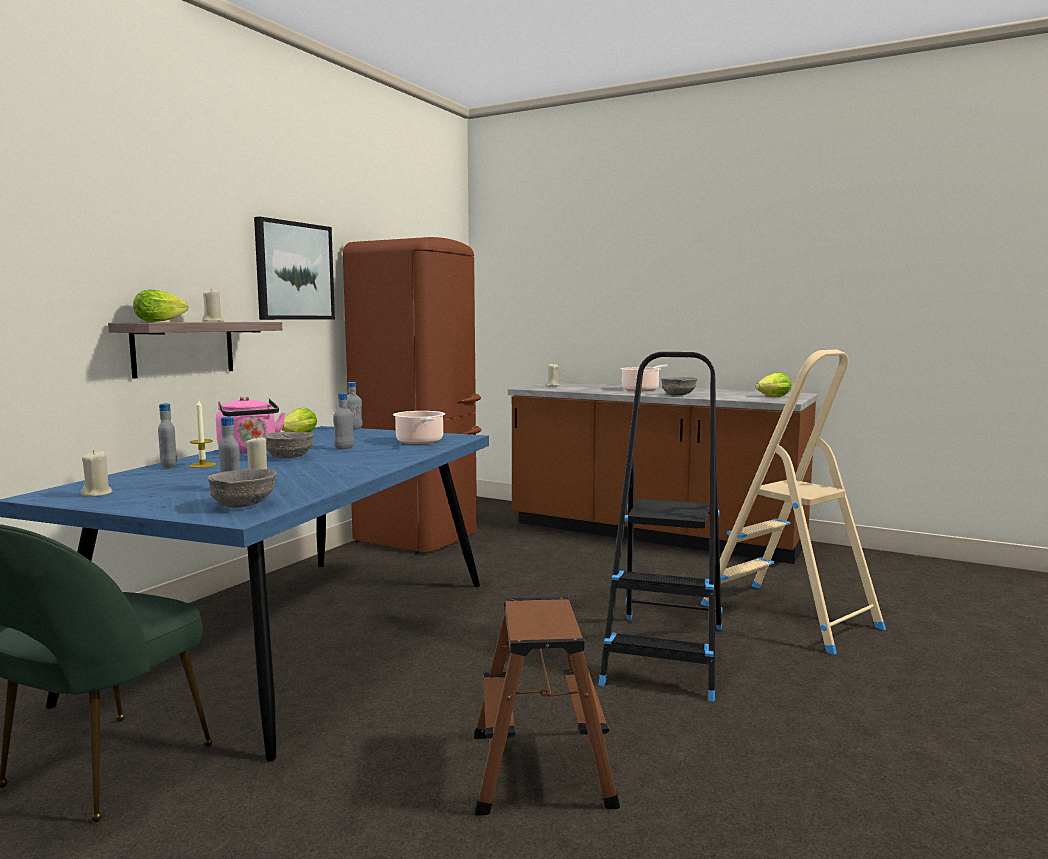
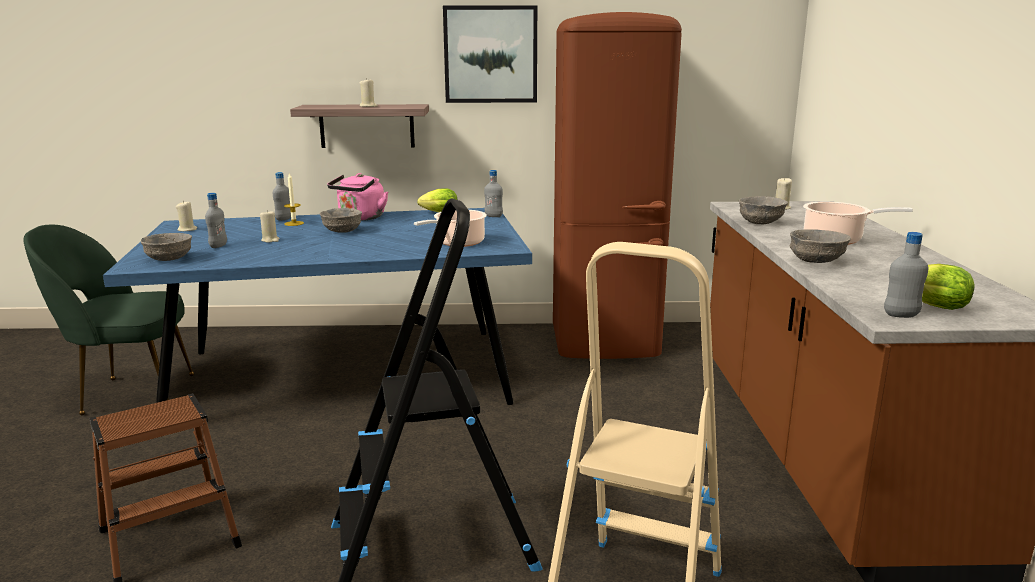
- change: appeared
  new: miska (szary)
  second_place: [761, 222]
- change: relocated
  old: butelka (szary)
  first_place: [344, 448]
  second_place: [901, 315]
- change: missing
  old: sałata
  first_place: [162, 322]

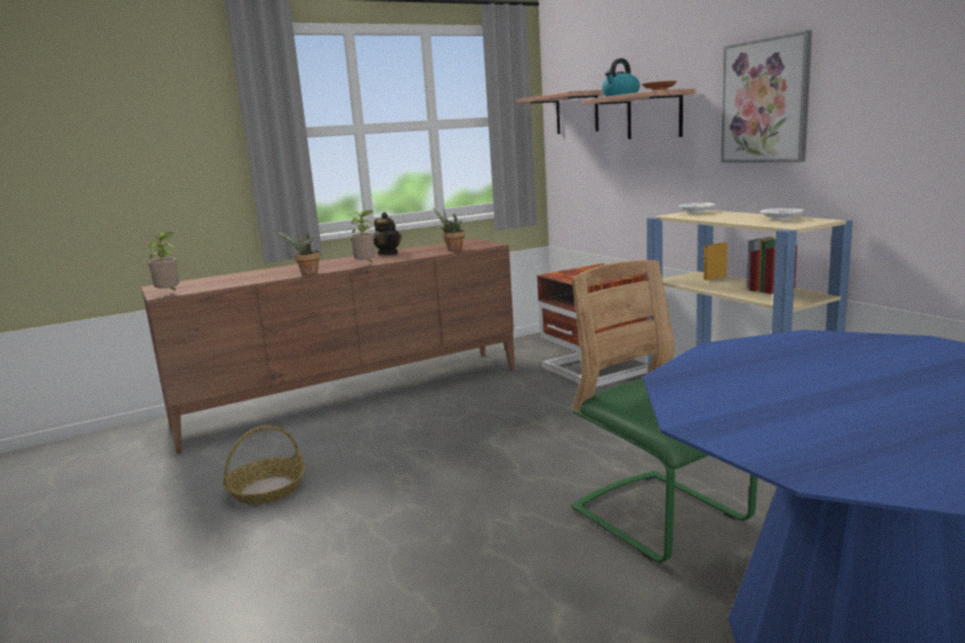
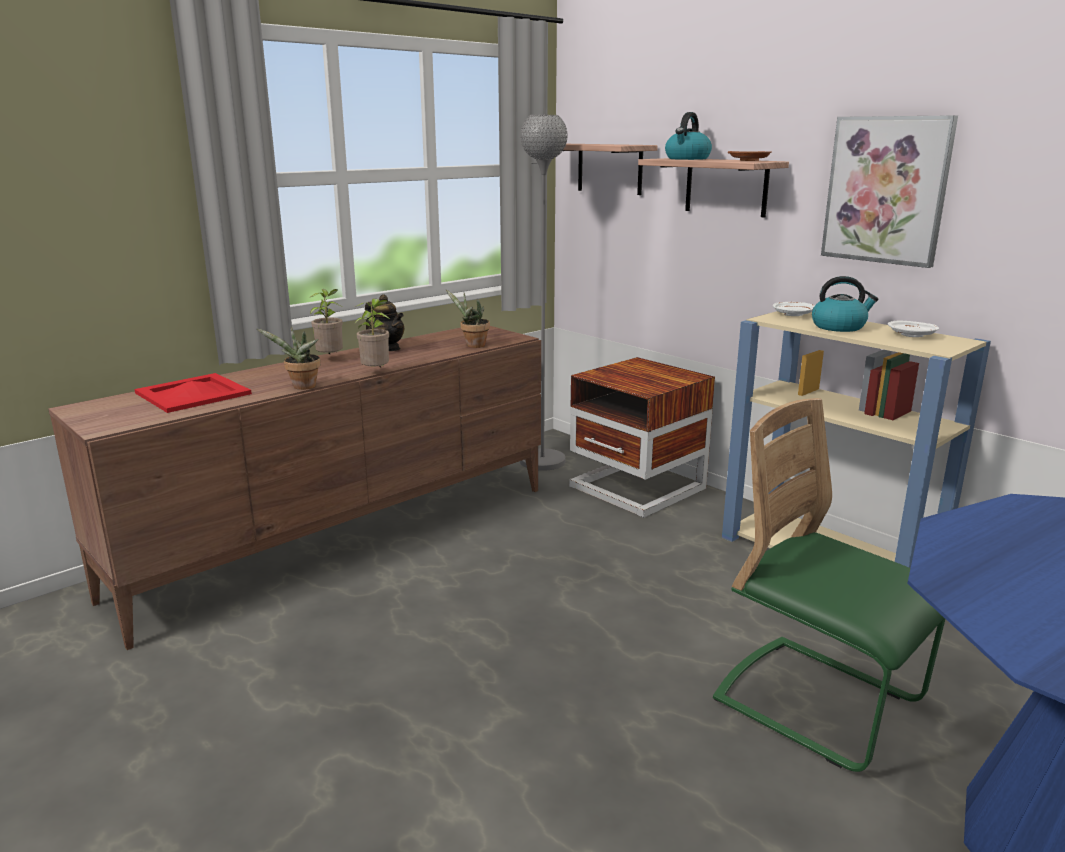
- change: appeared
  new: taca (czerwony)
  second_place: [194, 393]
- change: relocated
  old: roślina doniczkowa
  first_place: [169, 294]
  second_place: [330, 359]
- change: appeared
  new: lampa stojąca (szary)
  second_place: [542, 461]
- change: appeared
  new: czajnik
  second_place: [839, 327]
- change: missing
  old: koszyk
  first_place: [267, 489]

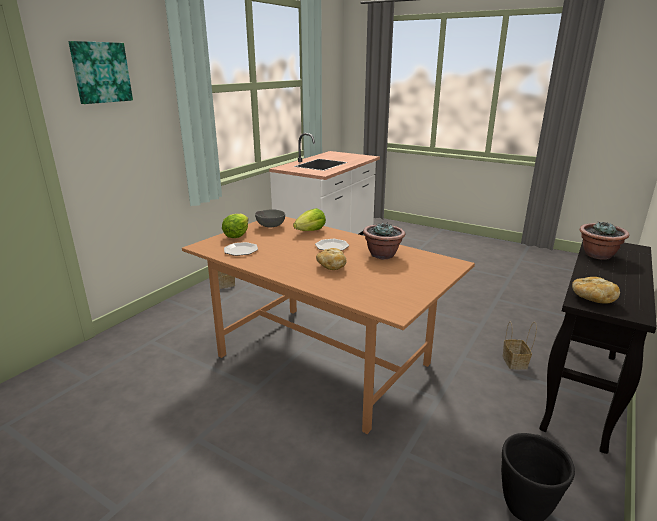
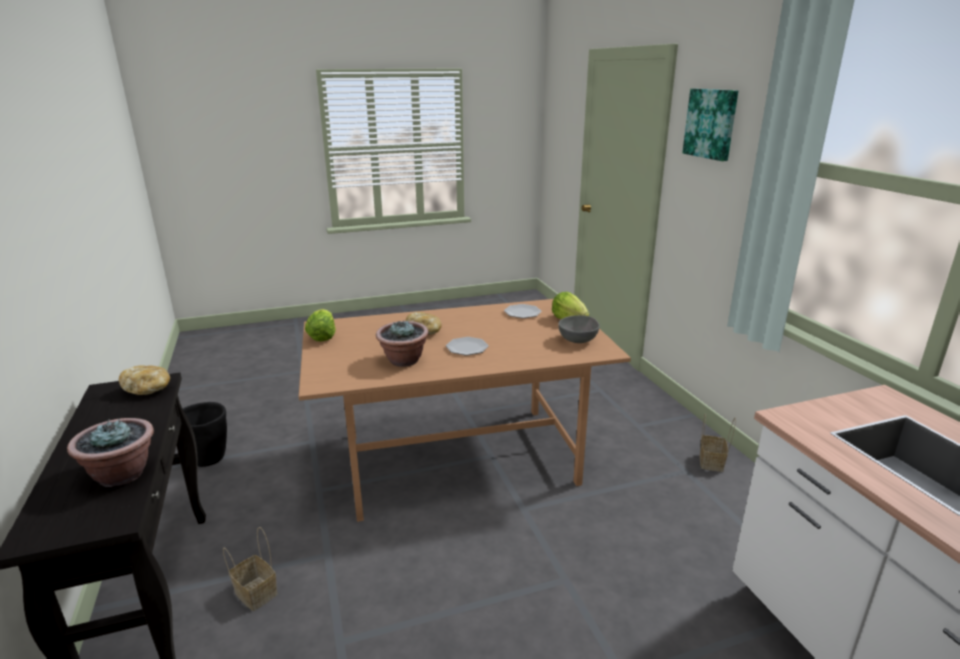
- change: relocated
  old: sałata
  first_place: [311, 231]
  second_place: [322, 337]

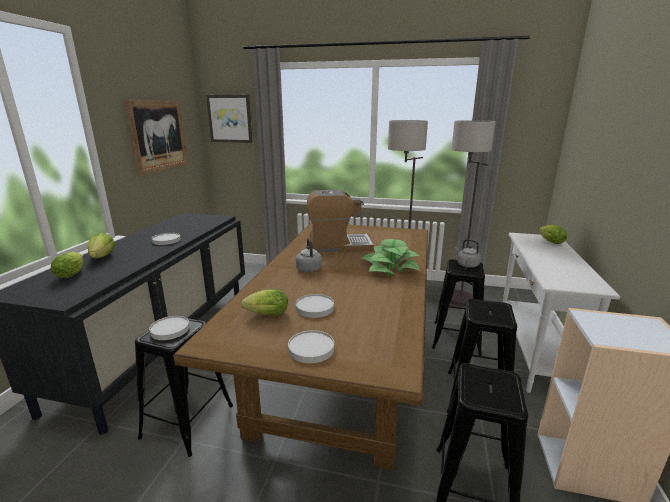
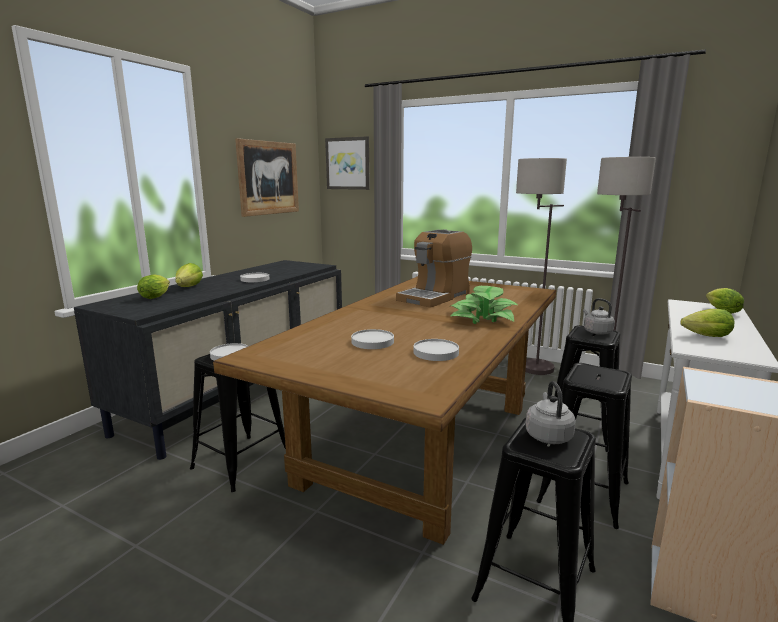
- change: spun
  old: ekspres do kawy
  first_place: [338, 246]
  second_place: [435, 296]
  degrees: 120
- change: relocated
  old: talerz (biały)
  first_place: [311, 348]
  second_place: [436, 352]
- change: relocated
  old: czajnik (szary)
  first_place: [308, 268]
  second_place: [548, 435]
- change: relocated
  old: sałata
  first_place: [265, 315]
  second_place: [703, 336]

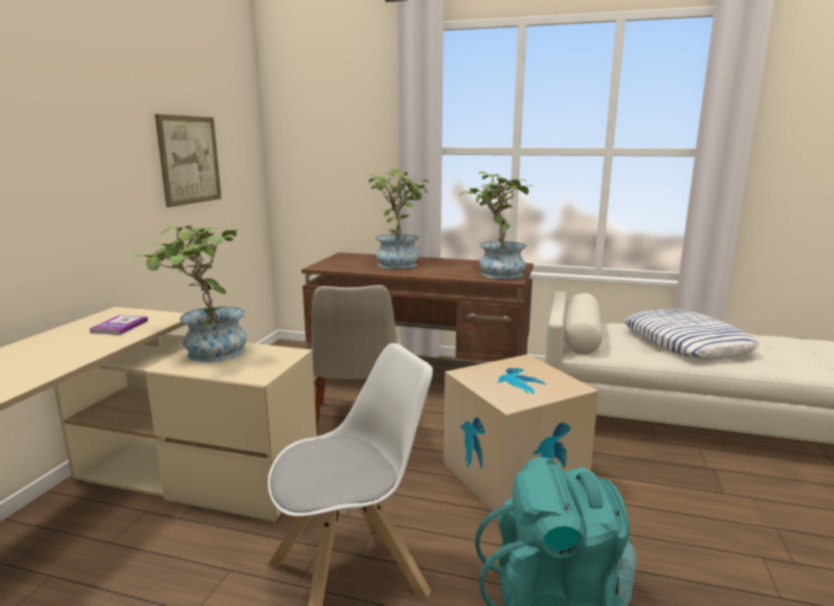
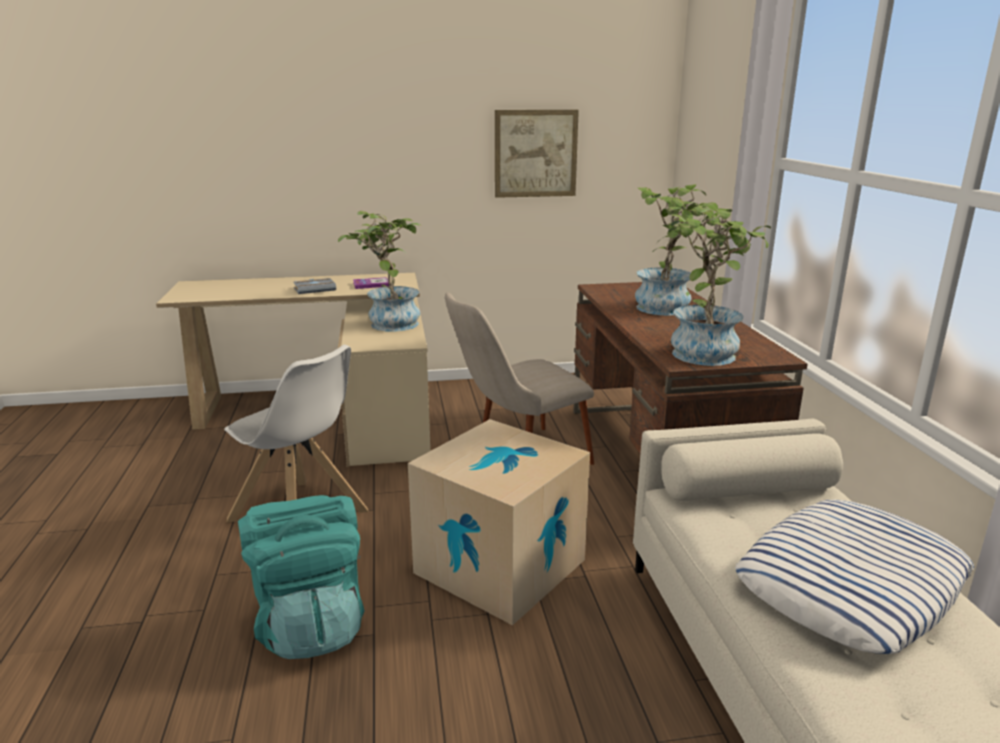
- change: appeared
  new: książka (szary)
  second_place: [315, 289]

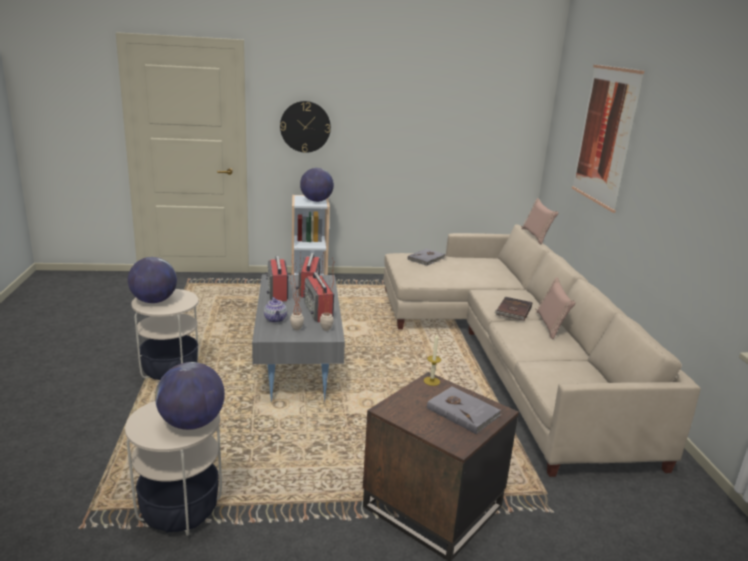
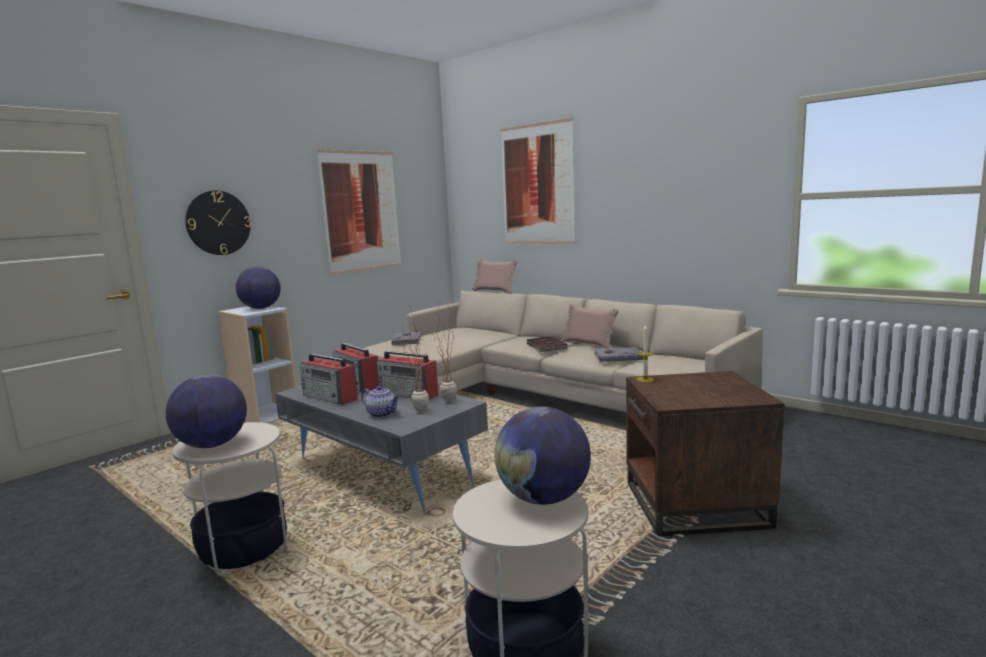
- change: appeared
  new: obraz
  second_place: [361, 211]
- change: relocated
  old: książka (szary)
  first_place: [463, 411]
  second_place: [617, 356]

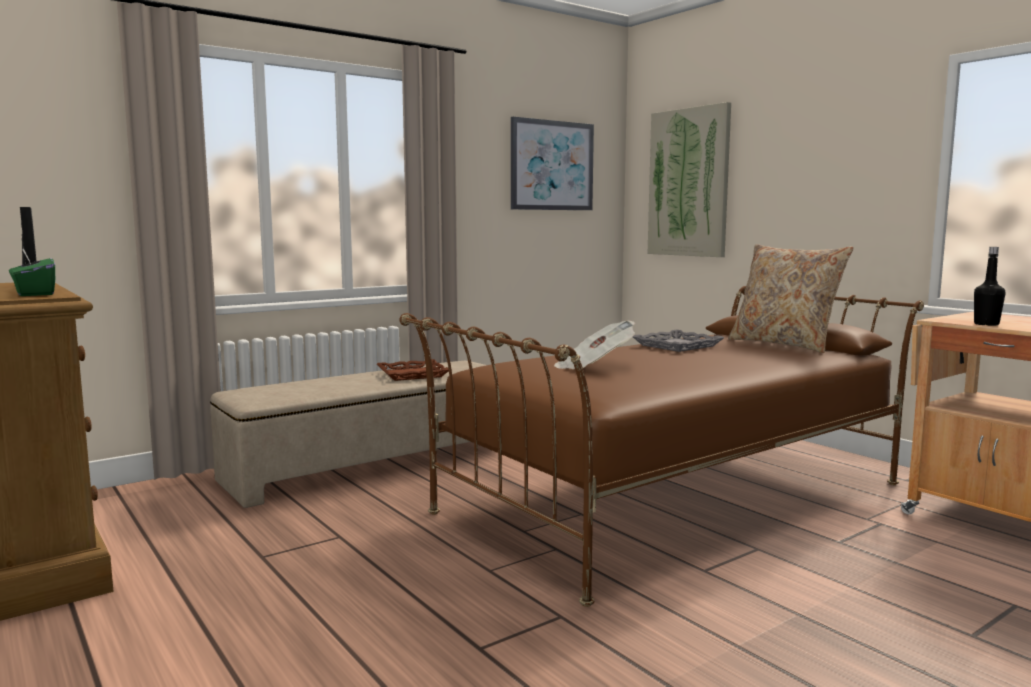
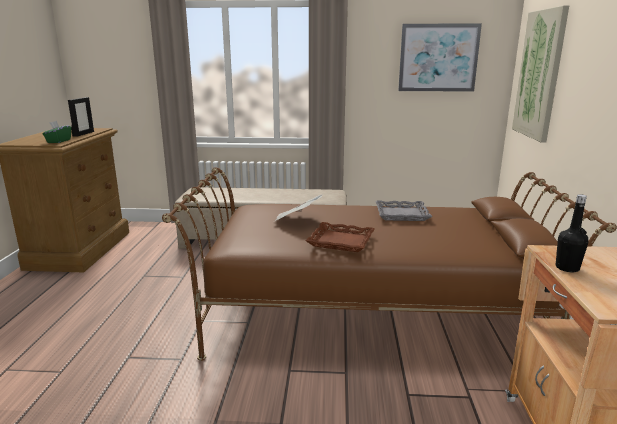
- change: relocated
  old: taca (brązowy)
  first_place: [412, 374]
  second_place: [341, 241]
- change: missing
  old: poduszka (beżowy)
  first_place: [784, 344]

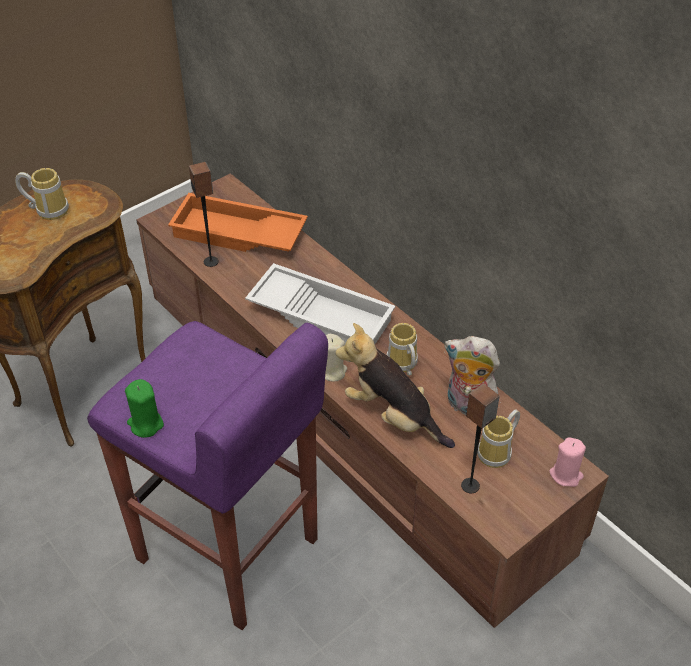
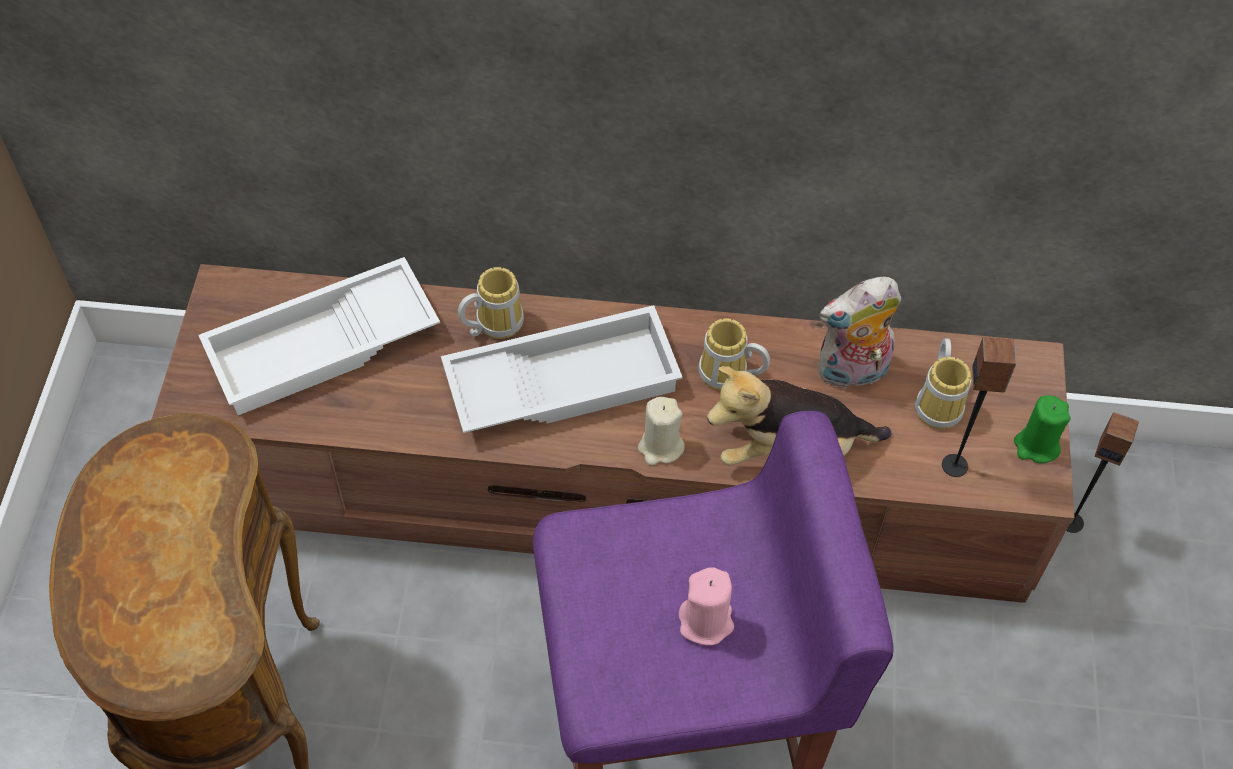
- change: colour
  old: taca (pomarańczowy)
  new: taca (biały)
  first_place: [237, 234]
  second_place: [322, 349]
- change: relocated
  old: kubek
  first_place: [49, 209]
  second_place: [492, 323]
- change: relocated
  old: świeca (różowy)
  first_place: [566, 475]
  second_place: [706, 621]
- change: relocated
  old: świeca (zielony)
  first_place: [145, 424]
  second_place: [1036, 446]
- change: relocated
  old: głośnik
  first_place: [211, 261]
  second_place: [1072, 522]

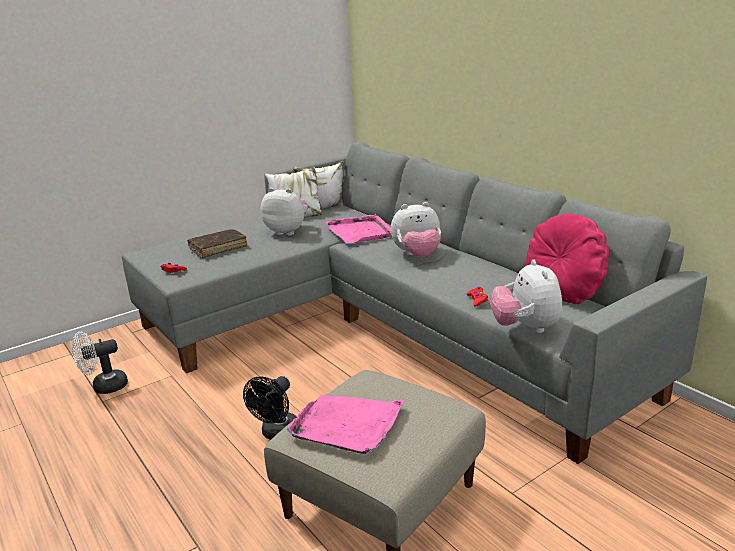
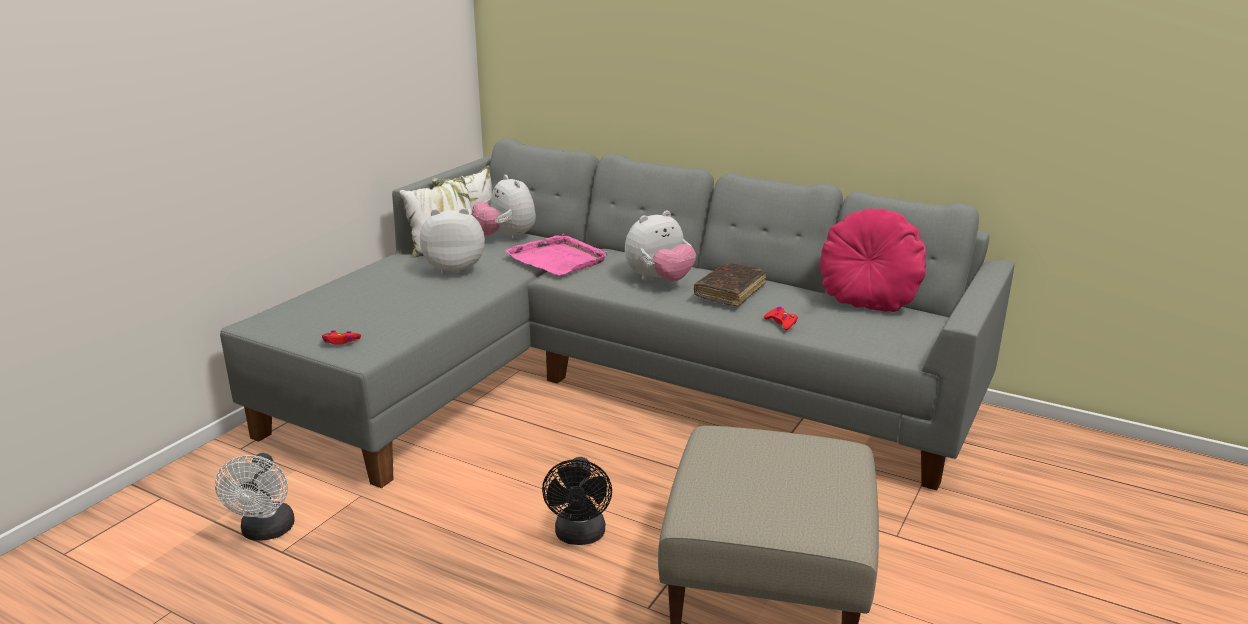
- change: spun
  old: wentylator (biały)
  first_place: [104, 387]
  second_place: [266, 532]
  degrees: -45
- change: relocated
  old: pluszak
  first_place: [525, 328]
  second_place: [506, 238]
- change: relocated
  old: książka (brązowy)
  first_place: [218, 248]
  second_place: [730, 291]
- change: missing
  old: taca (różowy)
  first_place: [347, 425]

